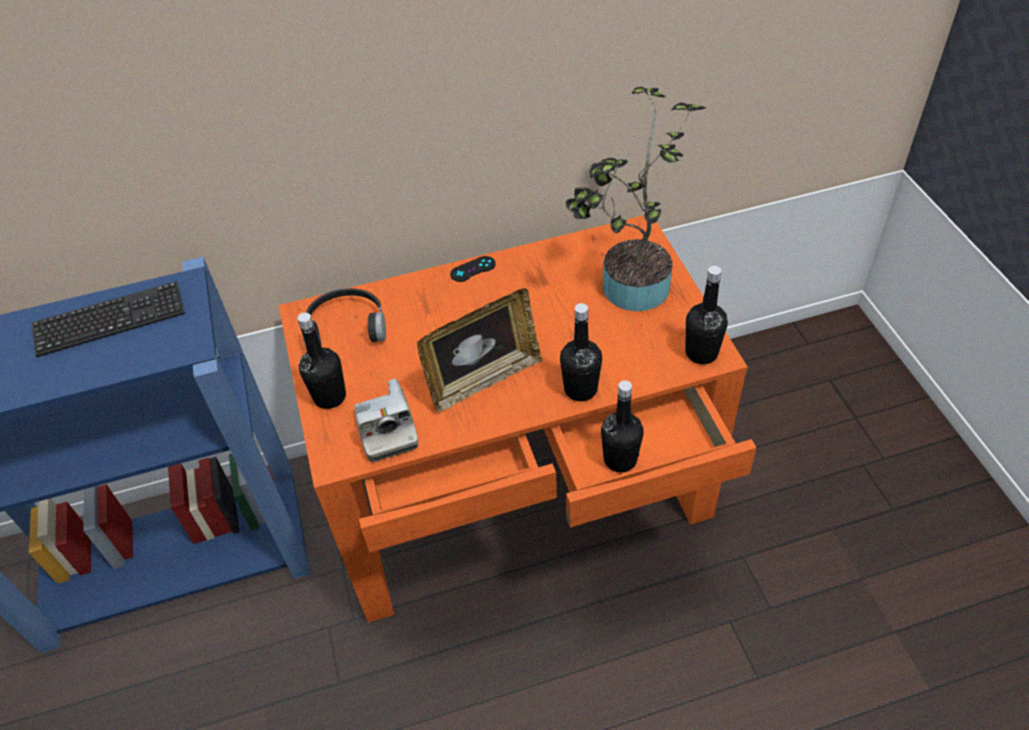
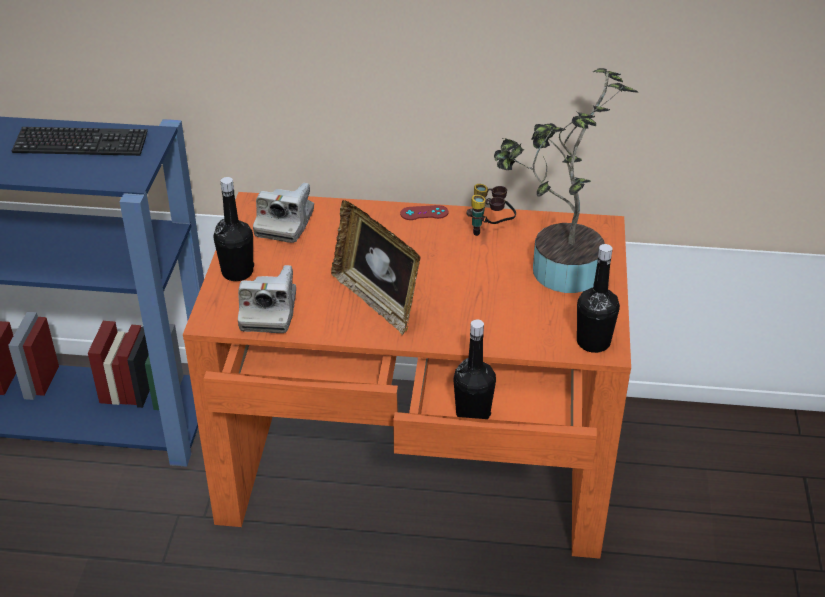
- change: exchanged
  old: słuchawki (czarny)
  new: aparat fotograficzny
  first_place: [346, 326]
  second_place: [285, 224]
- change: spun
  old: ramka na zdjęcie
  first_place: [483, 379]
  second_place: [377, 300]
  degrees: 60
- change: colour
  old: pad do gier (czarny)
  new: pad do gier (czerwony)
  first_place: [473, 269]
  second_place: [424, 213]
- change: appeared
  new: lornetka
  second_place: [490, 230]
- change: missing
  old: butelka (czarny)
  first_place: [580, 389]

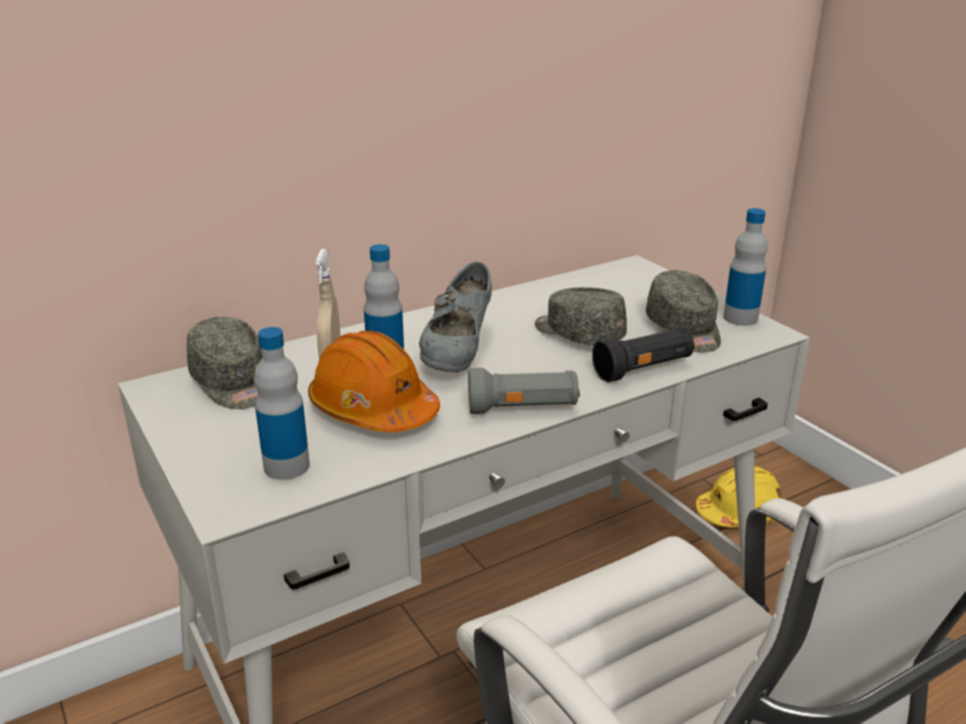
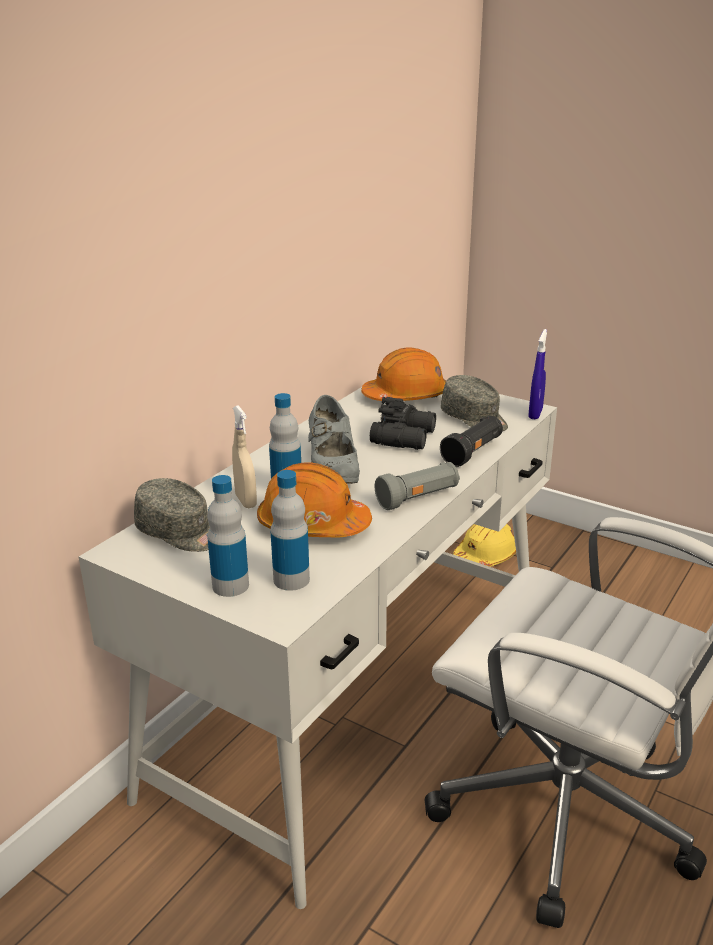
- change: relocated
  old: butelka
  first_place: [740, 318]
  second_place: [230, 585]
- change: appeared
  new: kask (pomarańczowy)
  second_place: [406, 396]
- change: exchanged
  old: czapka z daszkiem (szary)
  new: lornetka (czarny)
  first_place: [577, 334]
  second_place: [405, 437]
- change: appeared
  new: spryskiwacz (niebieski)
  second_place: [535, 414]

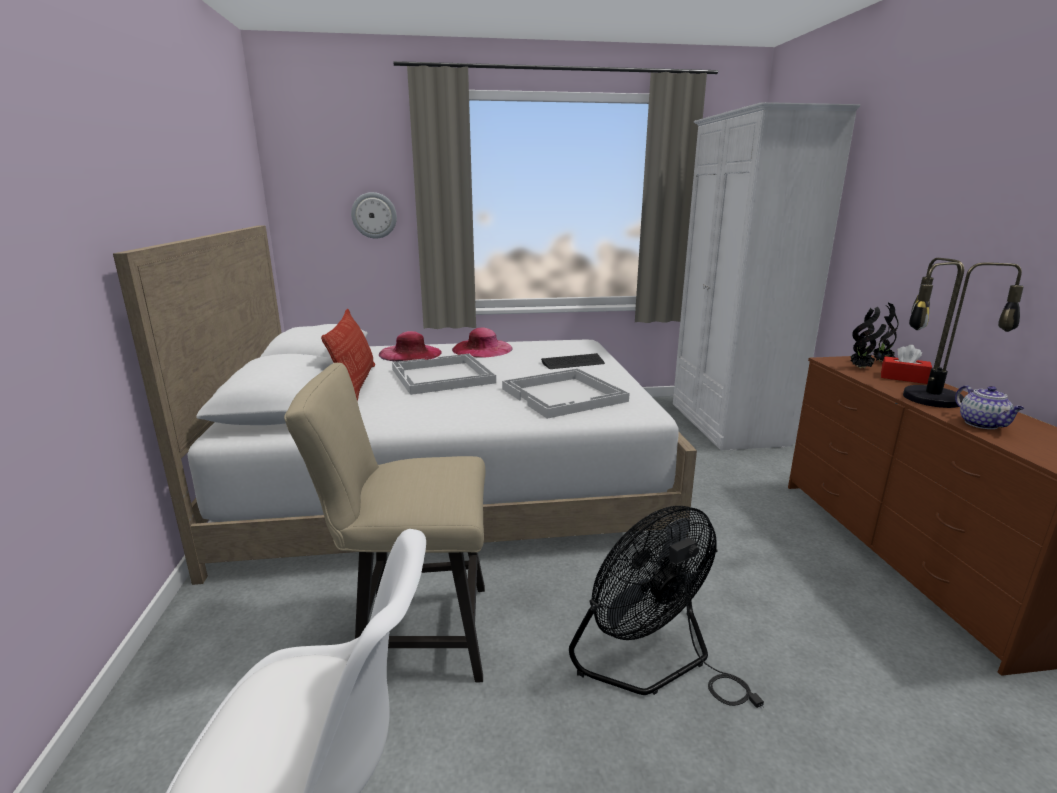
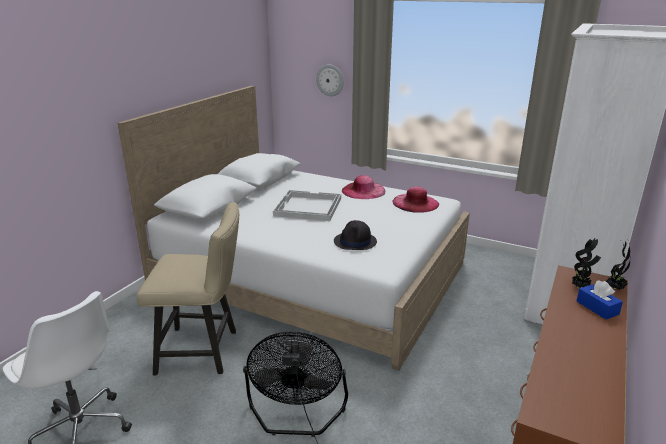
- change: spun
  old: krzesło (beżowy)
  first_place: [413, 633]
  second_place: [204, 351]
  degrees: 150
- change: exchanged
  old: taca (biały)
  new: kapelusz (czarny)
  first_place: [565, 395]
  second_place: [355, 242]
- change: relocated
  old: kapelusz (różowy)
  first_place: [410, 353]
  second_place: [415, 203]
- change: colour
  old: pudełko chusteczek (czerwony)
  new: pudełko chusteczek (niebieski)
  first_place: [903, 378]
  second_place: [597, 308]
- change: missing
  old: poduszka
  first_place: [356, 383]
- change: missing
  old: klawiatura
  first_place: [573, 363]
- change: missing
  old: lampa stołowa
  first_place: [931, 398]
- change: missing
  old: imbryk
  first_place: [982, 424]

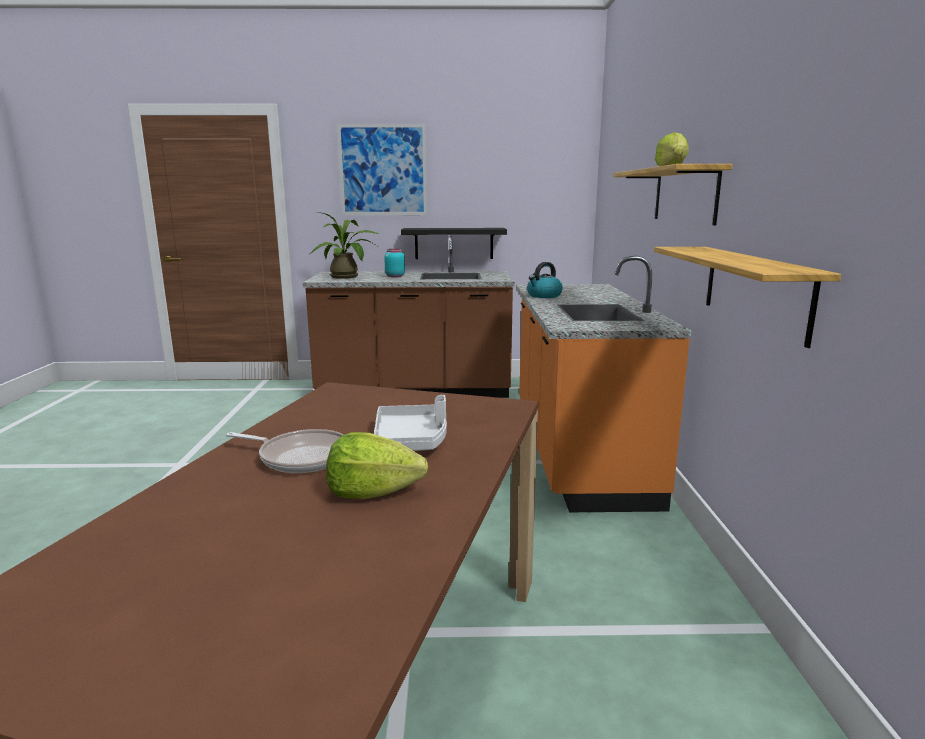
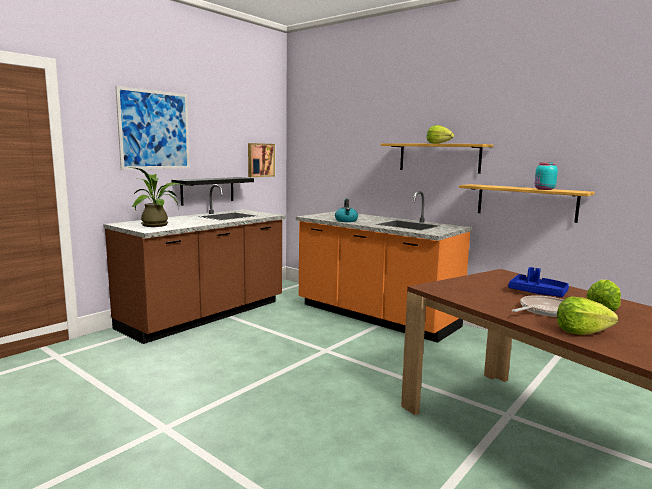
- change: appeared
  new: obraz
  second_place: [260, 160]
- change: colour
  old: taca (biały)
  new: taca (niebieski)
  first_place: [411, 440]
  second_place: [537, 293]
- change: relocated
  old: słoik (turkusowy)
  first_place: [394, 276]
  second_place: [544, 189]
- change: appeared
  new: sałata
  second_place: [581, 332]

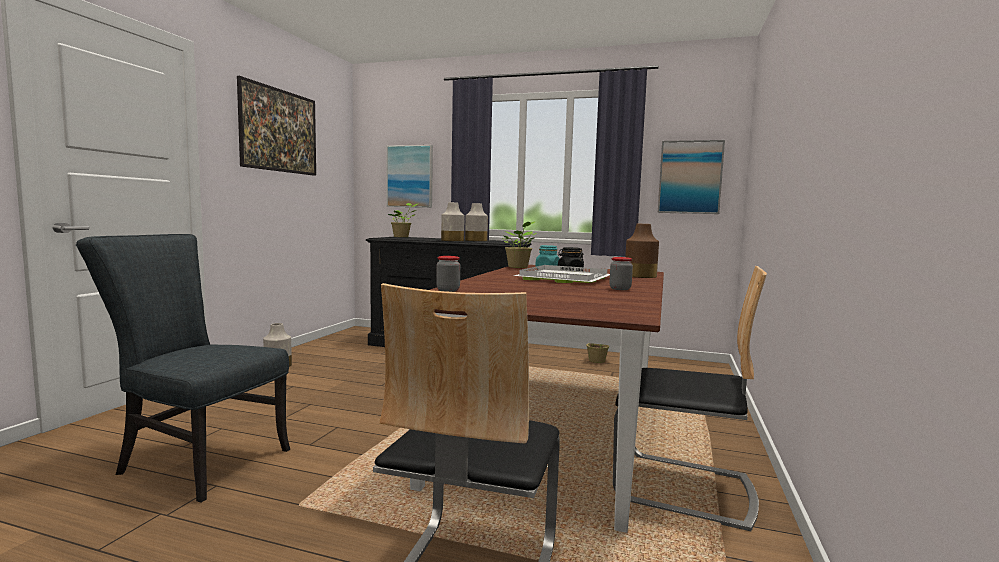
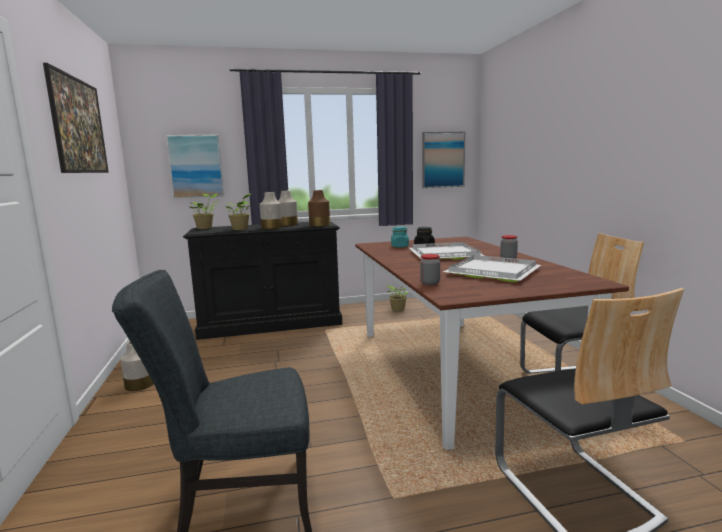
- change: relocated
  old: roślina doniczkowa
  first_place: [518, 267]
  second_place: [241, 229]
- change: relocated
  old: wazon (brązowy)
  first_place: [640, 276]
  second_place: [319, 225]
- change: appeared
  new: taca (biały)
  second_place: [493, 272]

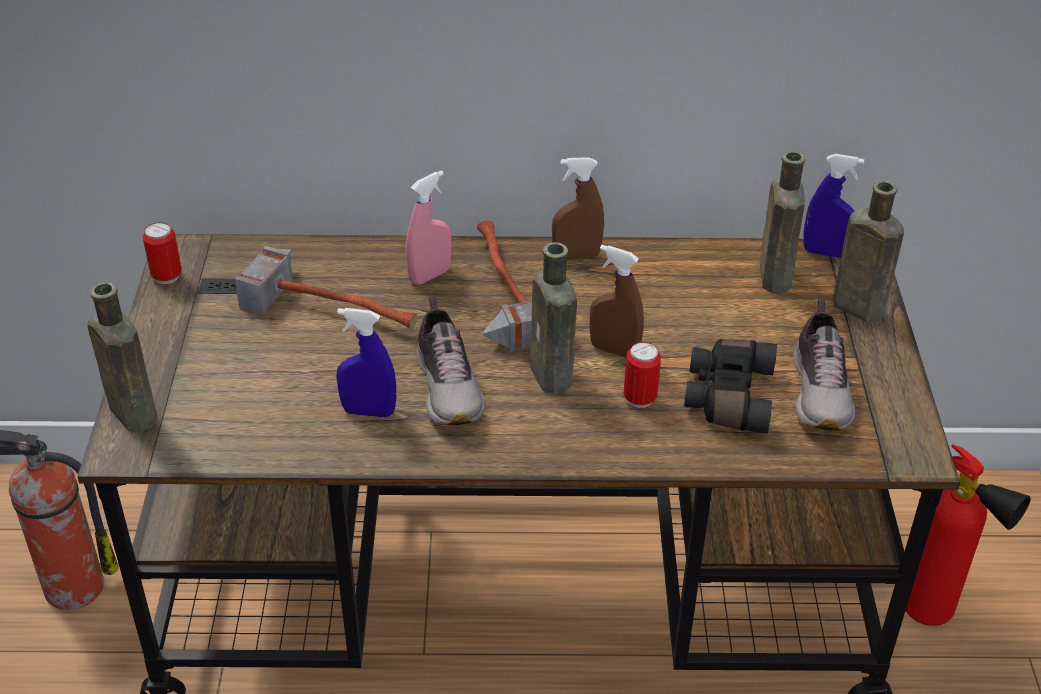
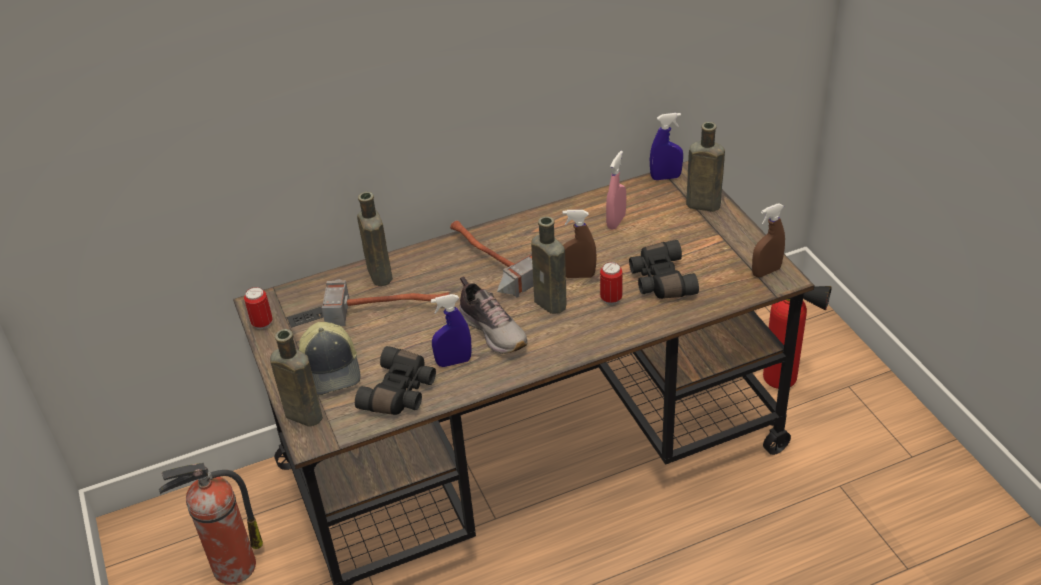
- change: appeared
  new: czapka z daszkiem
  second_place: [332, 368]
- change: appeared
  new: lornetka (czarny)
  second_place: [401, 392]
- change: relocated
  old: butelka (brązowy)
  first_place: [774, 274]
  second_place: [379, 273]
- change: relocated
  old: spryskiwacz (różowy)
  first_place: [430, 275]
  second_place: [616, 221]
- change: relocated
  old: spryskiwacz (brązowy)
  first_place: [576, 255]
  second_place: [766, 271]
- change: missing
  old: but
  first_place: [821, 391]

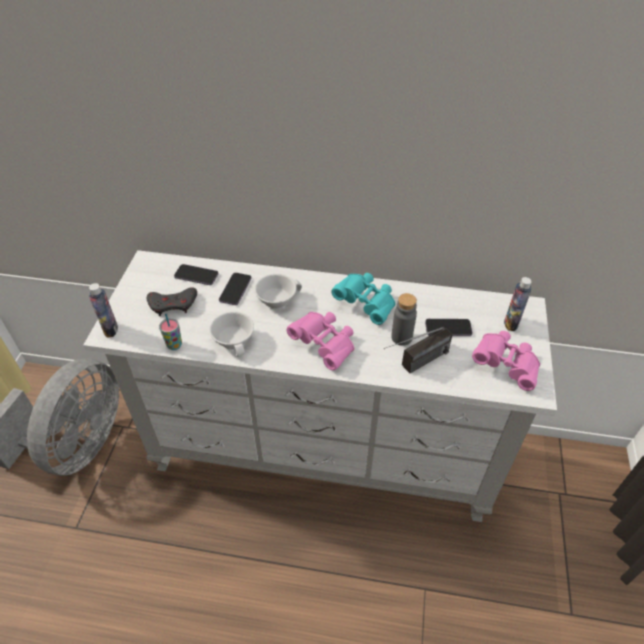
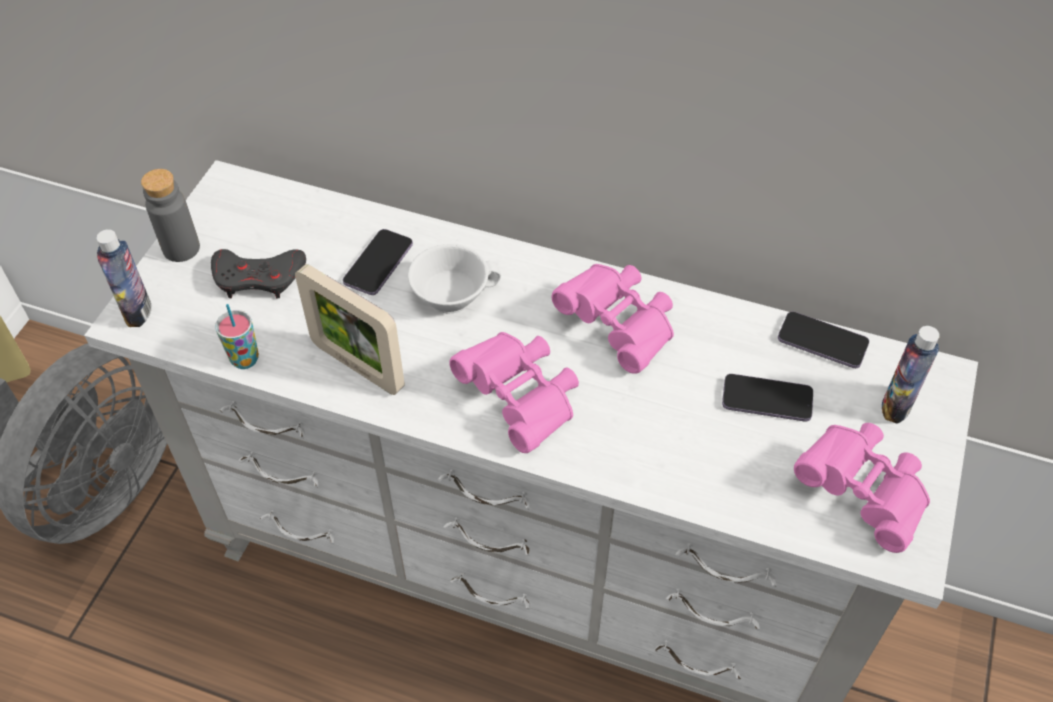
- change: relocated
  old: butelka (szary)
  first_place: [401, 337]
  second_place: [181, 248]
- change: exchanged
  old: filiżanka (biały)
  new: ramka na zdjęcie
  first_place: [235, 340]
  second_place: [357, 366]
- change: colour
  old: lornetka (turkusowy)
  new: lornetka (różowy)
  first_place: [366, 304]
  second_place: [619, 326]
- change: relocated
  old: telefon
  first_place: [196, 276]
  second_place: [822, 342]
- change: missing
  old: radio
  first_place: [415, 365]

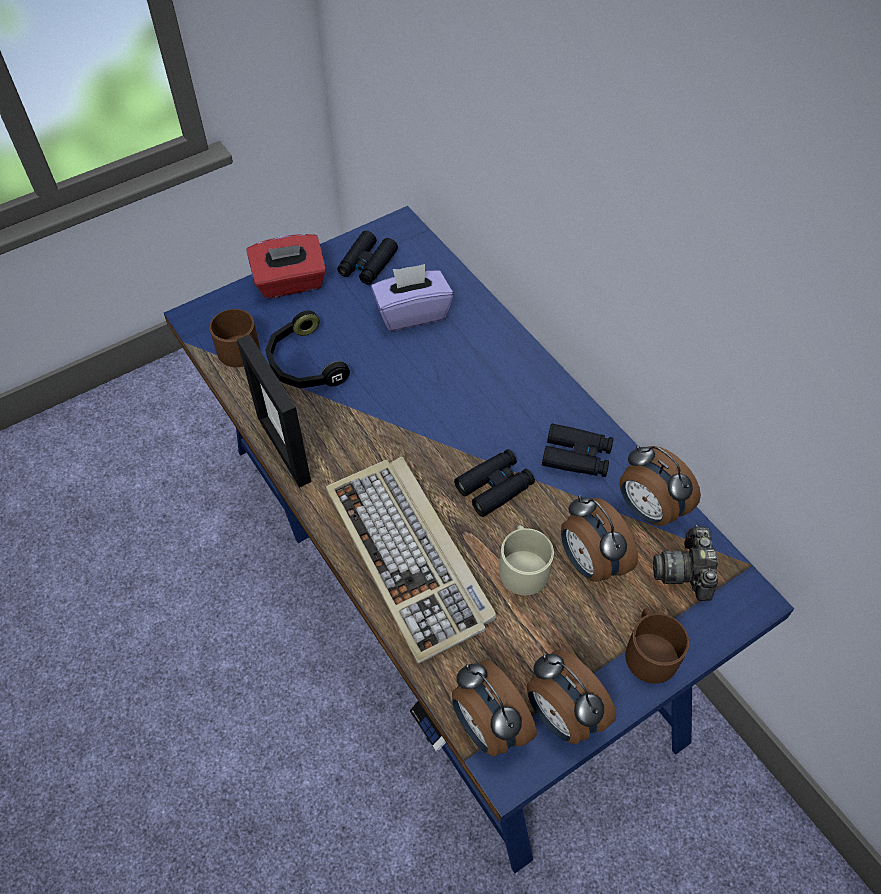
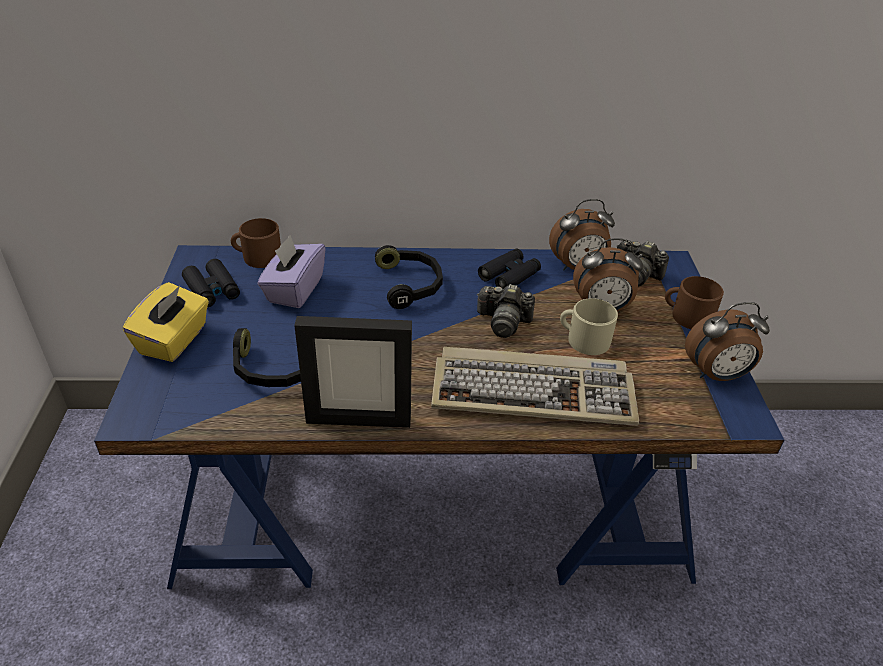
- change: colour
  old: pudełko chusteczek (czerwony)
  new: pudełko chusteczek (żółty)
  first_place: [290, 283]
  second_place: [174, 340]
- change: relocated
  old: kubek (brązowy)
  first_place: [236, 347]
  second_place: [257, 257]
- change: appeared
  new: słuchawki (czarny)
  second_place: [410, 285]
- change: exchanged
  old: lornetka (czarny)
  new: aparat fotograficzny
  first_place: [494, 487]
  second_place: [503, 322]
- change: missing
  old: budzik
  first_place: [487, 727]

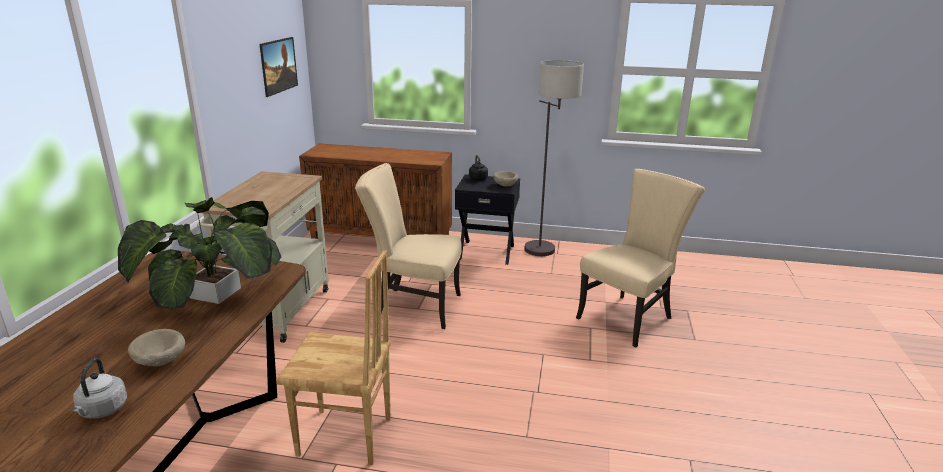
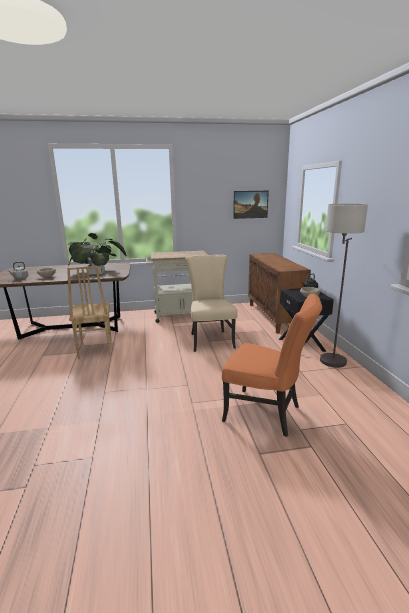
- change: colour
  old: krzesło (beżowy)
  new: krzesło (pomarańczowy)
  first_place: [629, 317]
  second_place: [267, 413]

